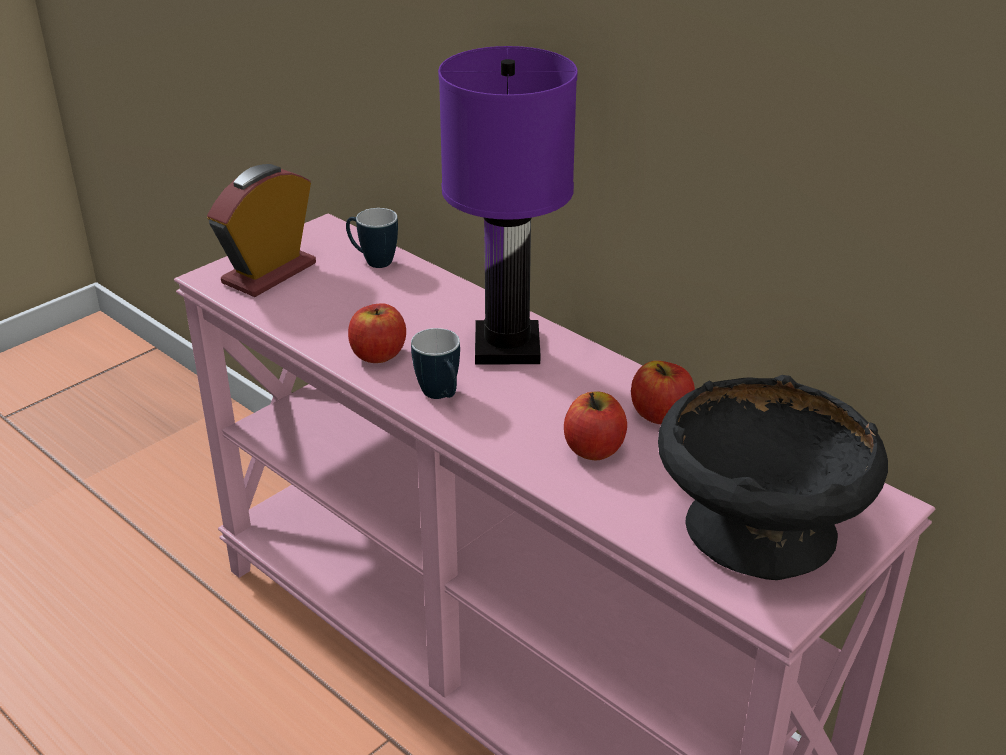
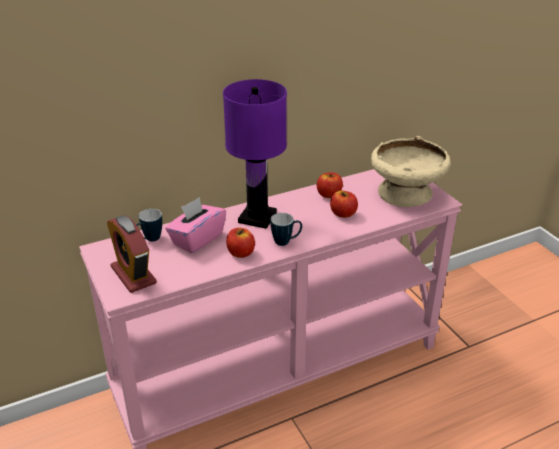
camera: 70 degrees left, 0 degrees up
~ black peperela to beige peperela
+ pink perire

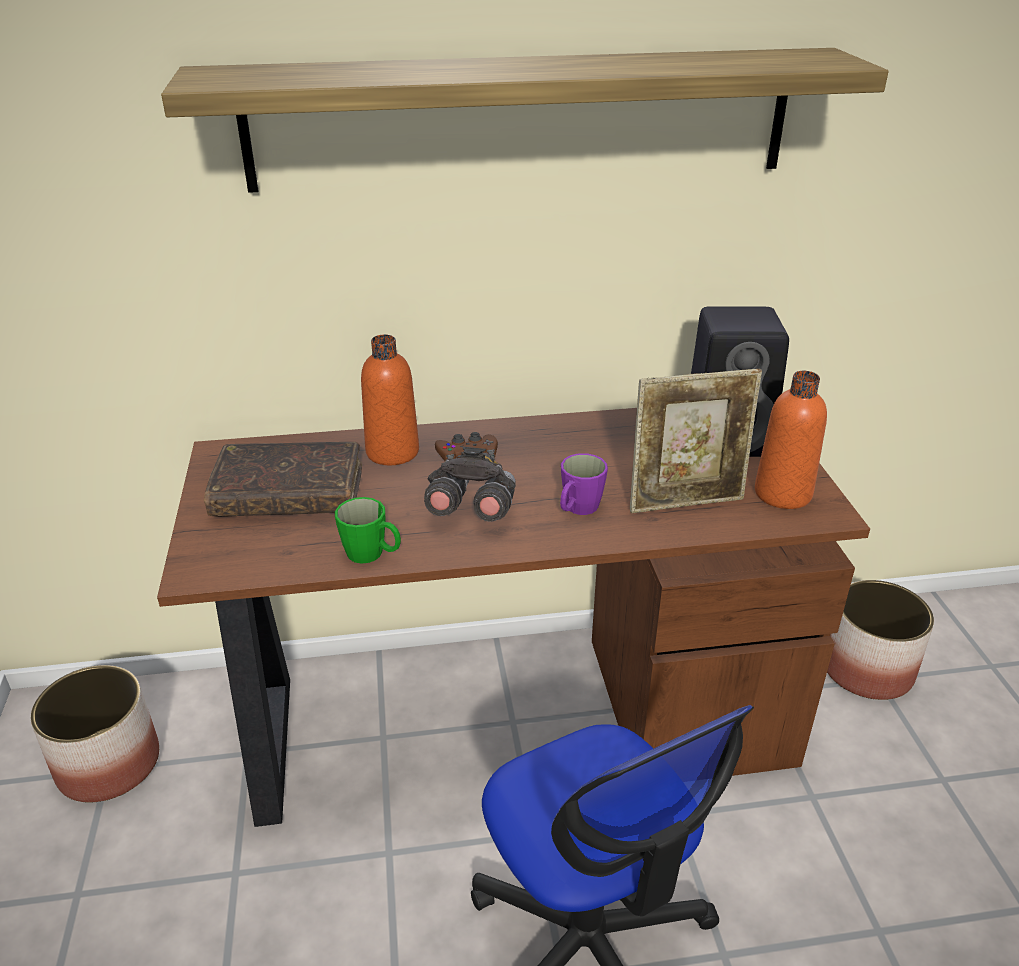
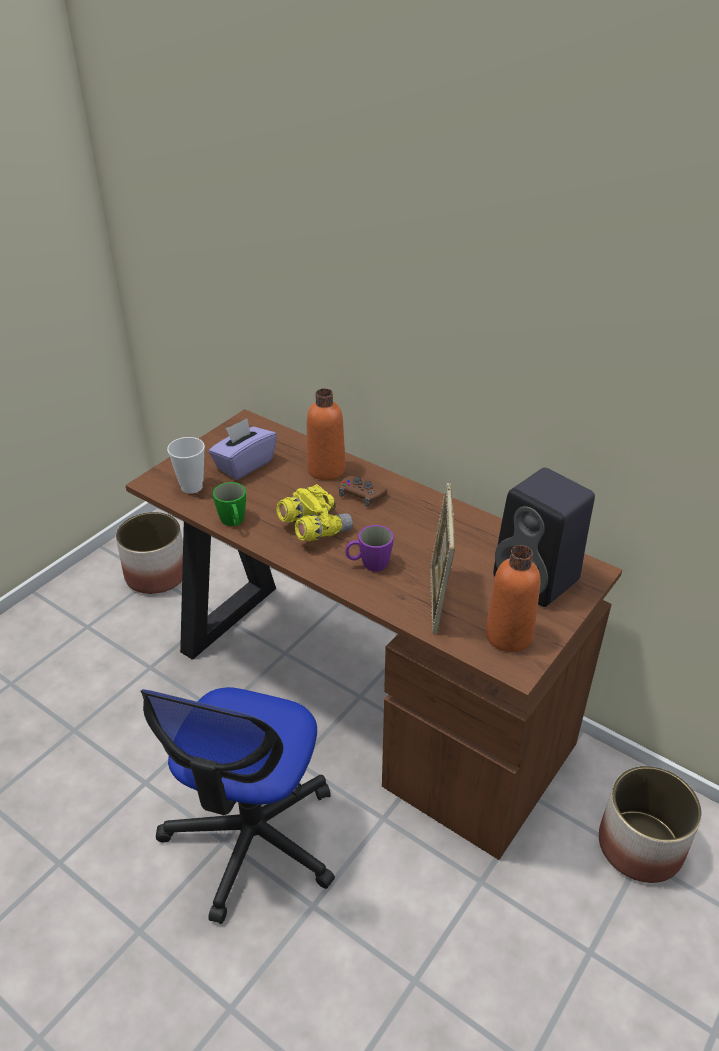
camera: 45 degrees right, 5 degrees up
- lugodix
~ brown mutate to purple perire
~ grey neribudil to yellow neribudil
~ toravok 60 degrees clockwise
+ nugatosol

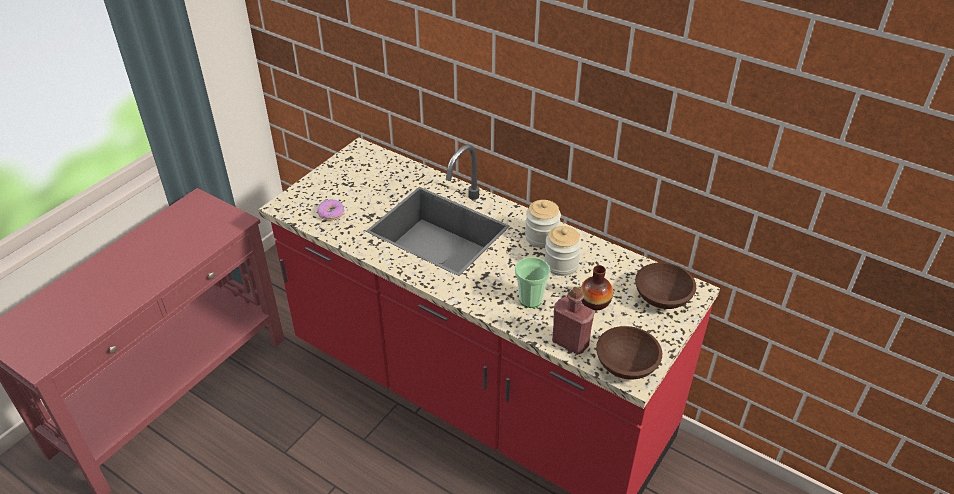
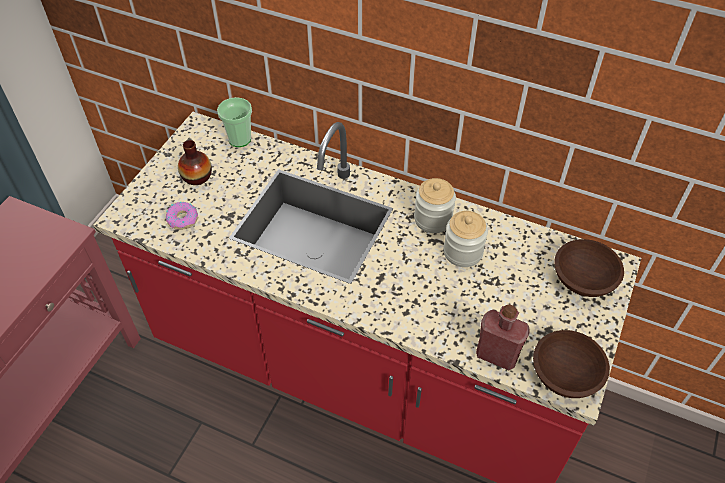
camera: 10 degrees left, 10 degrees up
~ nugatosol
~ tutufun

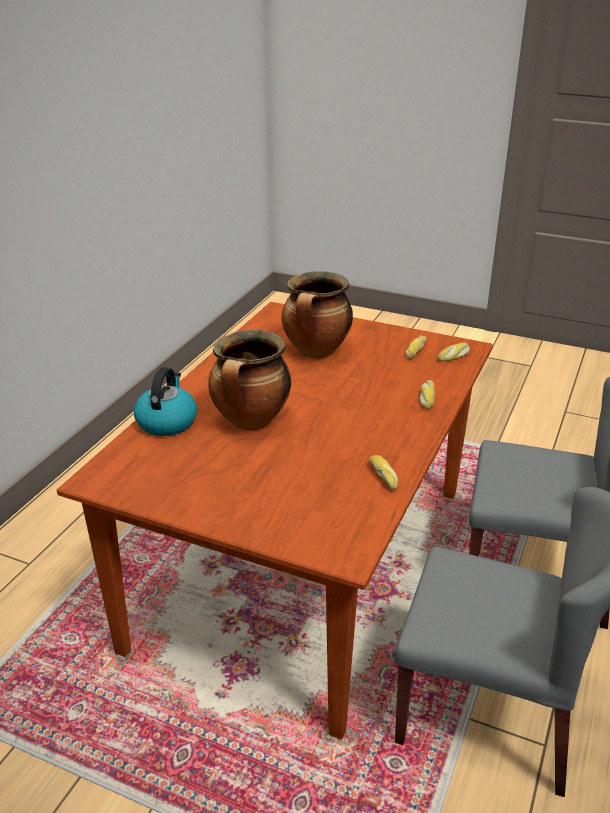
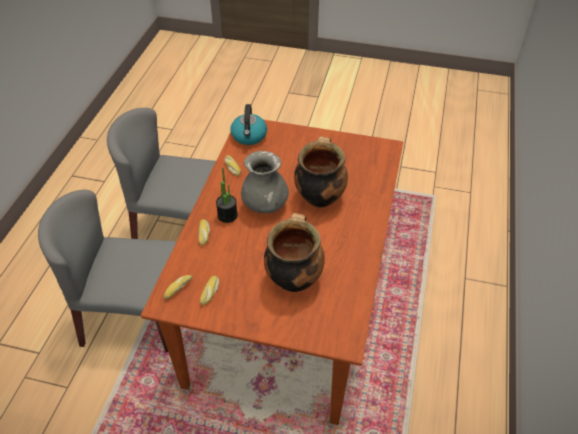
camera: 170 degrees right, 15 degrees up
~ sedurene
+ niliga
+ grey tutufun

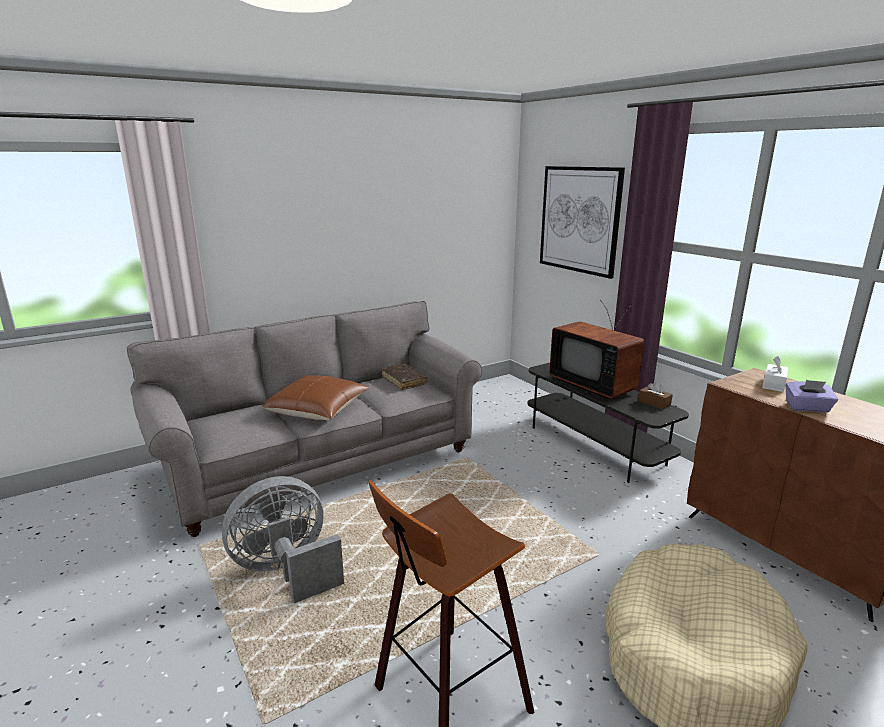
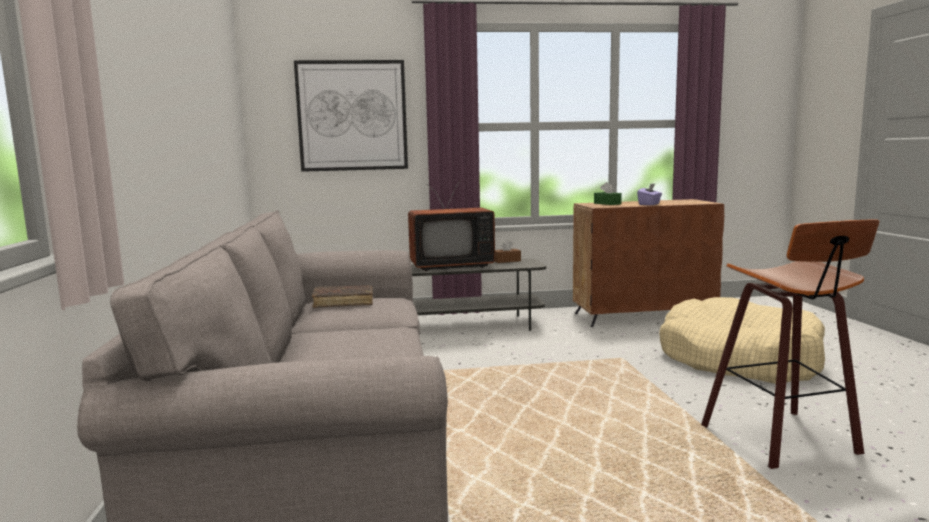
camera: 65 degrees left, 10 degrees down
- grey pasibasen
- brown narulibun
~ white perire to green perire

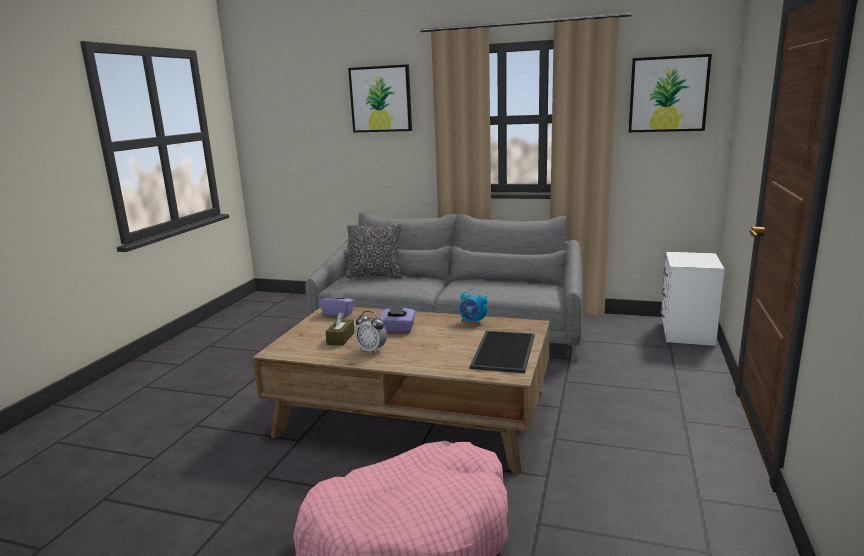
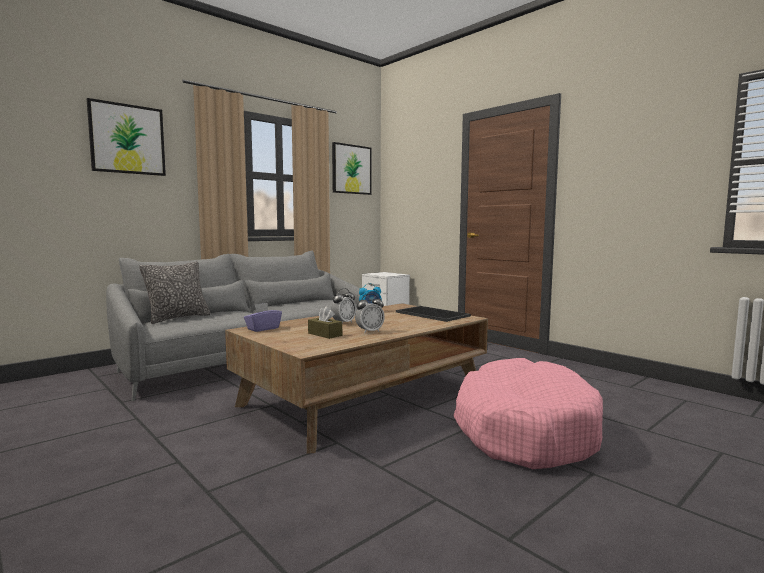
camera: 60 degrees left, 10 degrees down
~ purple perire (no. 2 from left) to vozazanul (no. 1 from left)

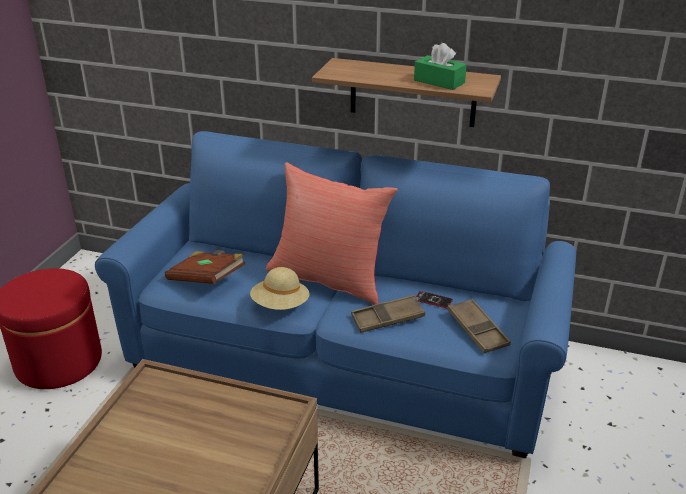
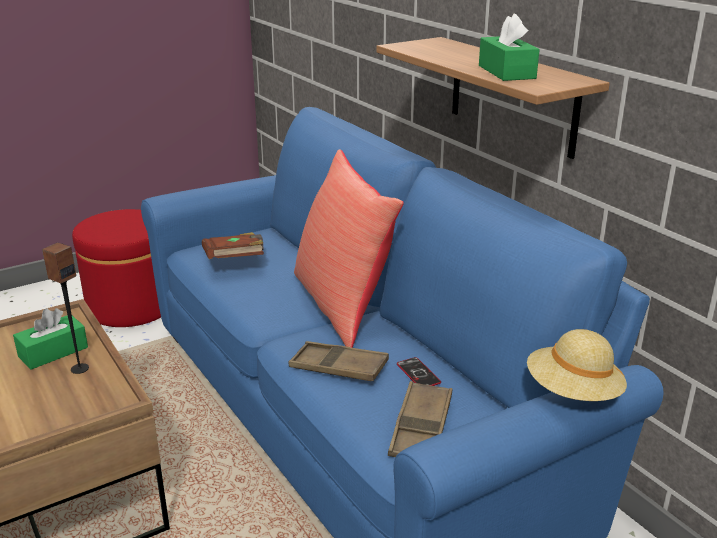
camera: 40 degrees right, 5 degrees down
~ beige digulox
+ green perire (no. 1 from left)
+ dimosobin

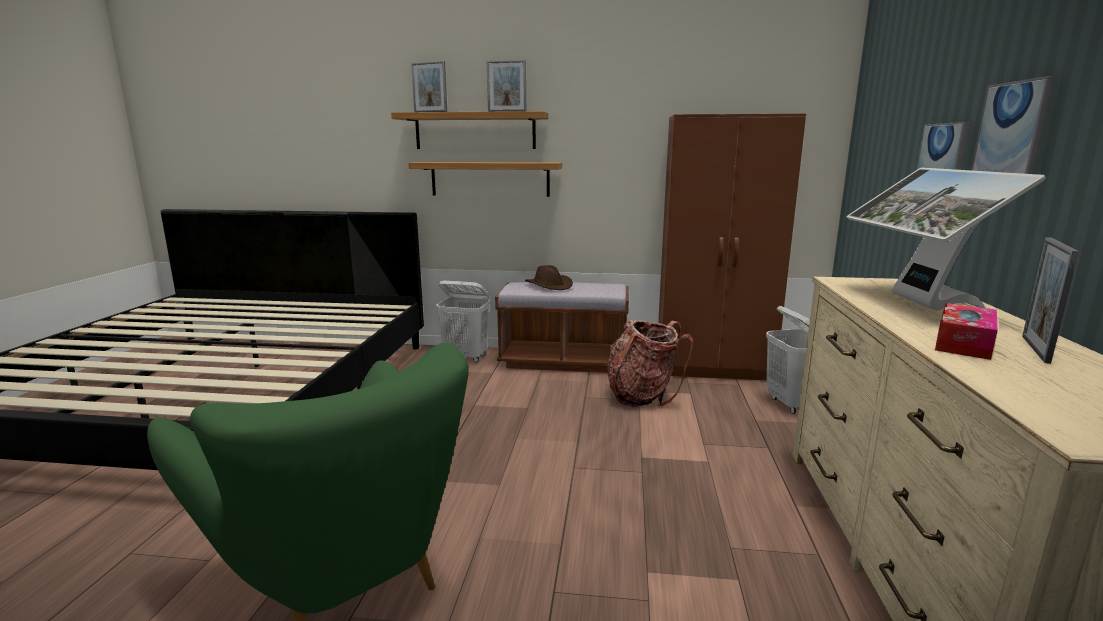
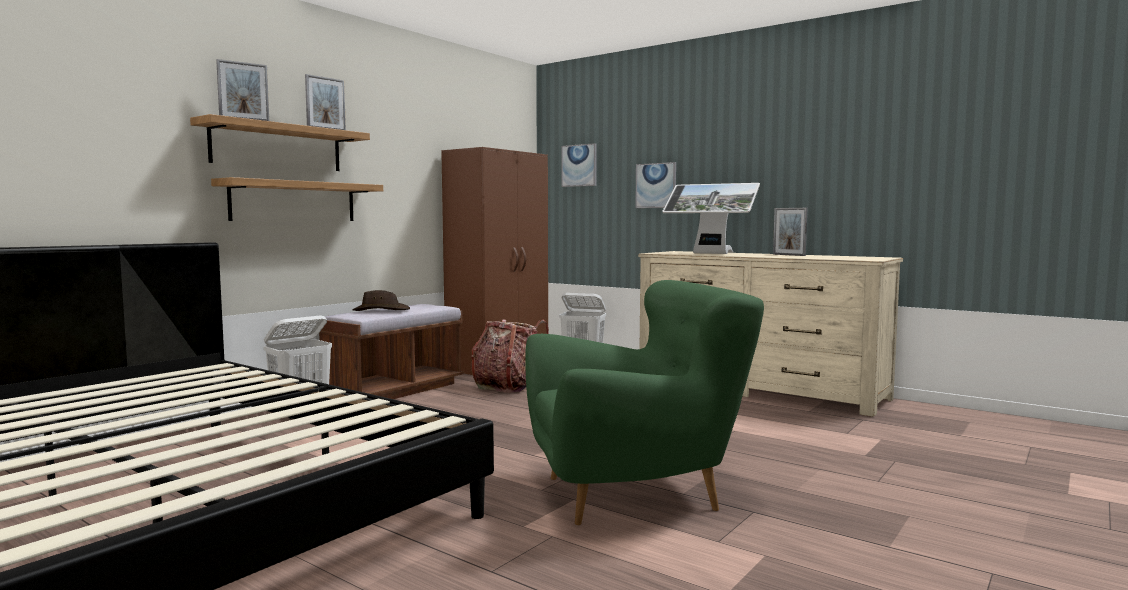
camera: 60 degrees left, 10 degrees down
- perire
~ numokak (no. 2 from left in the first image) to numokak (no. 1 from left)

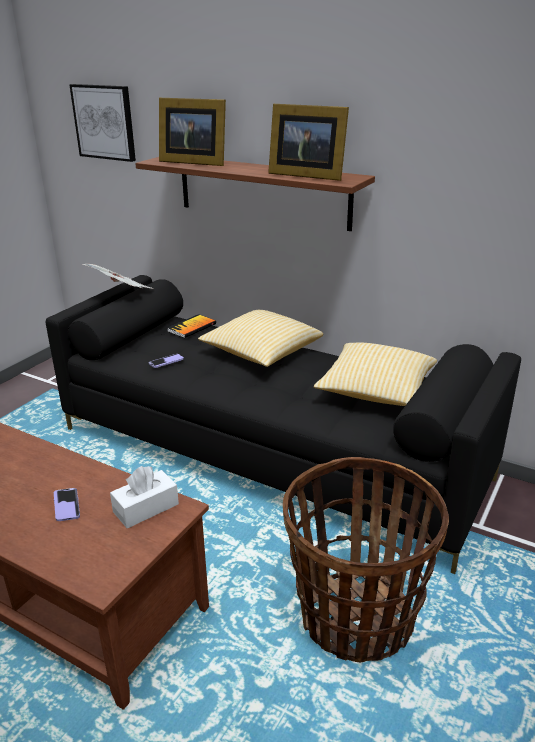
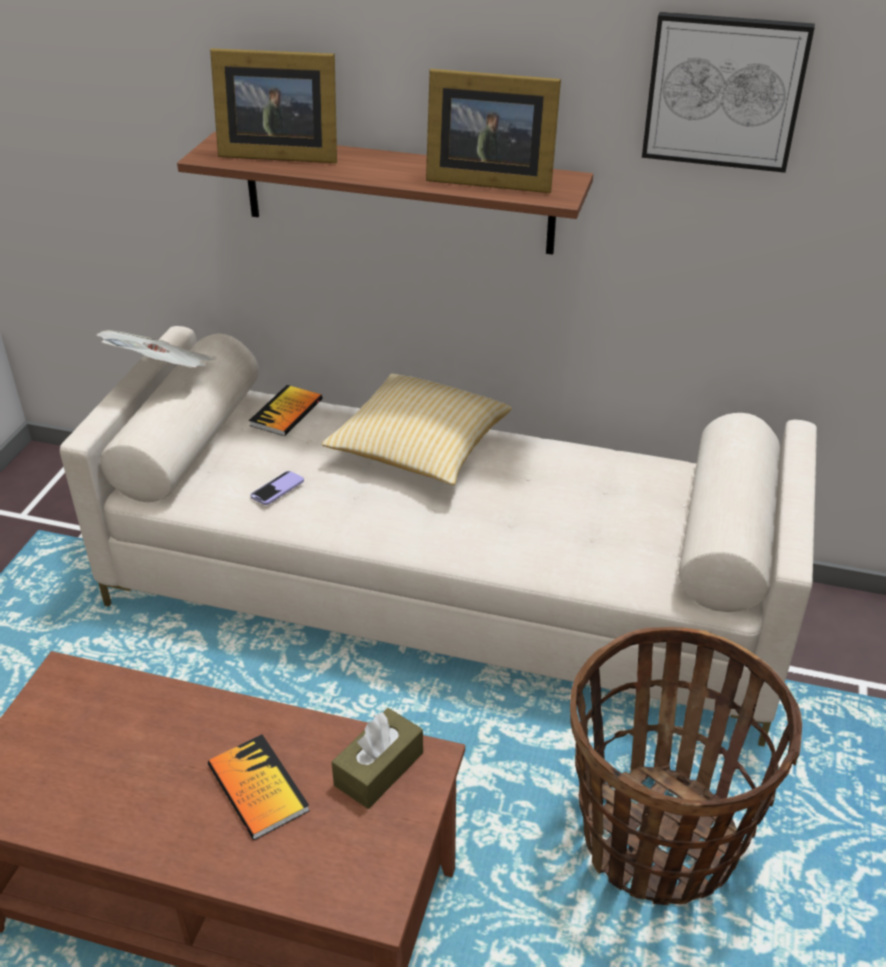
camera: 15 degrees left, 10 degrees up
~ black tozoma to beige tozoma
~ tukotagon (no. 1 from left) to mutate (no. 1 from left)
~ numokak
~ white perire to brown perire
- narulibun (no. 2 from left)

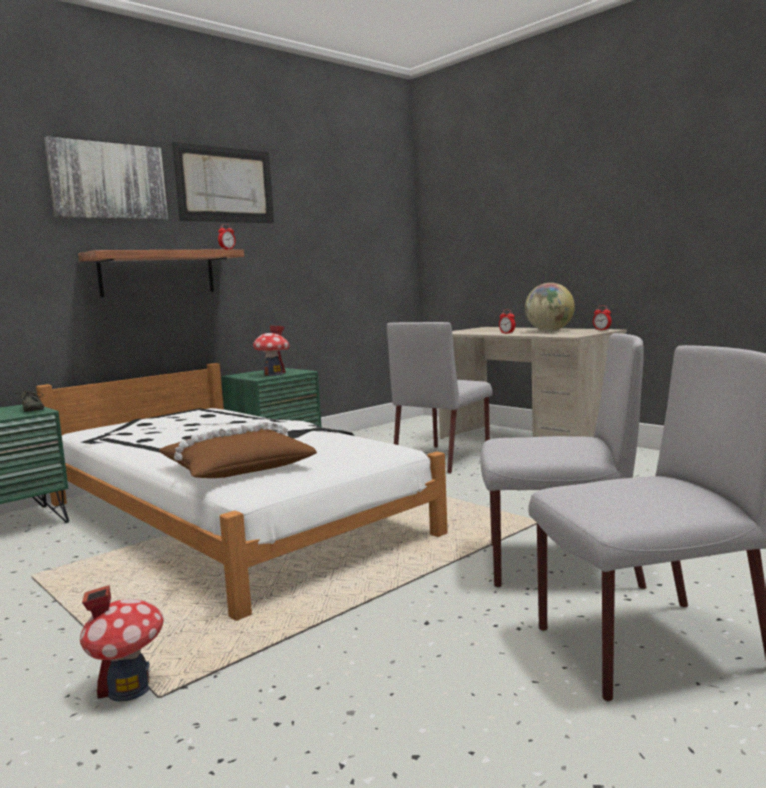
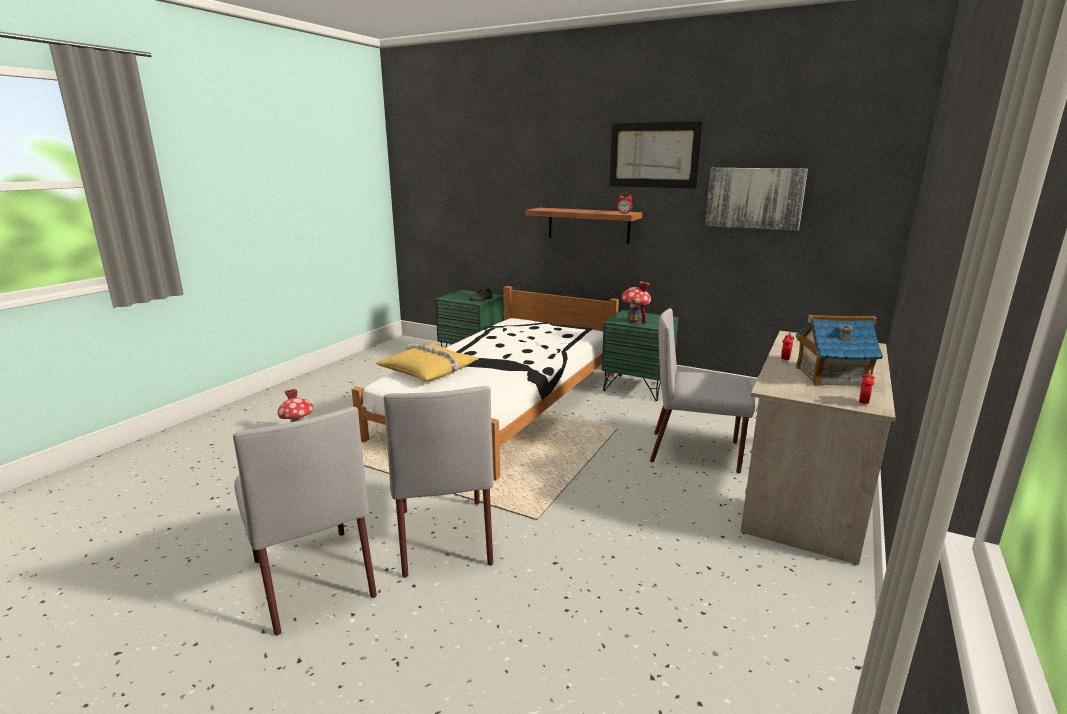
camera: 70 degrees right, 10 degrees up
~ numokak (no. 1 from left in the first image) to numokak (no. 2 from left)
~ brown narulibun to yellow narulibun
~ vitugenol to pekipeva (no. 3 from left)

